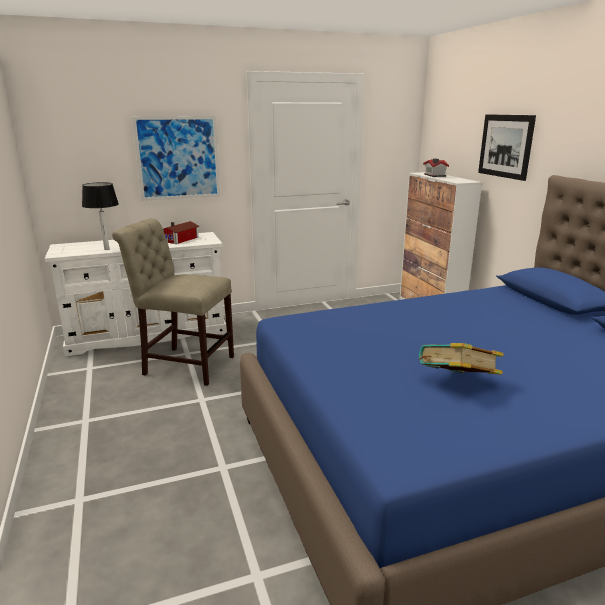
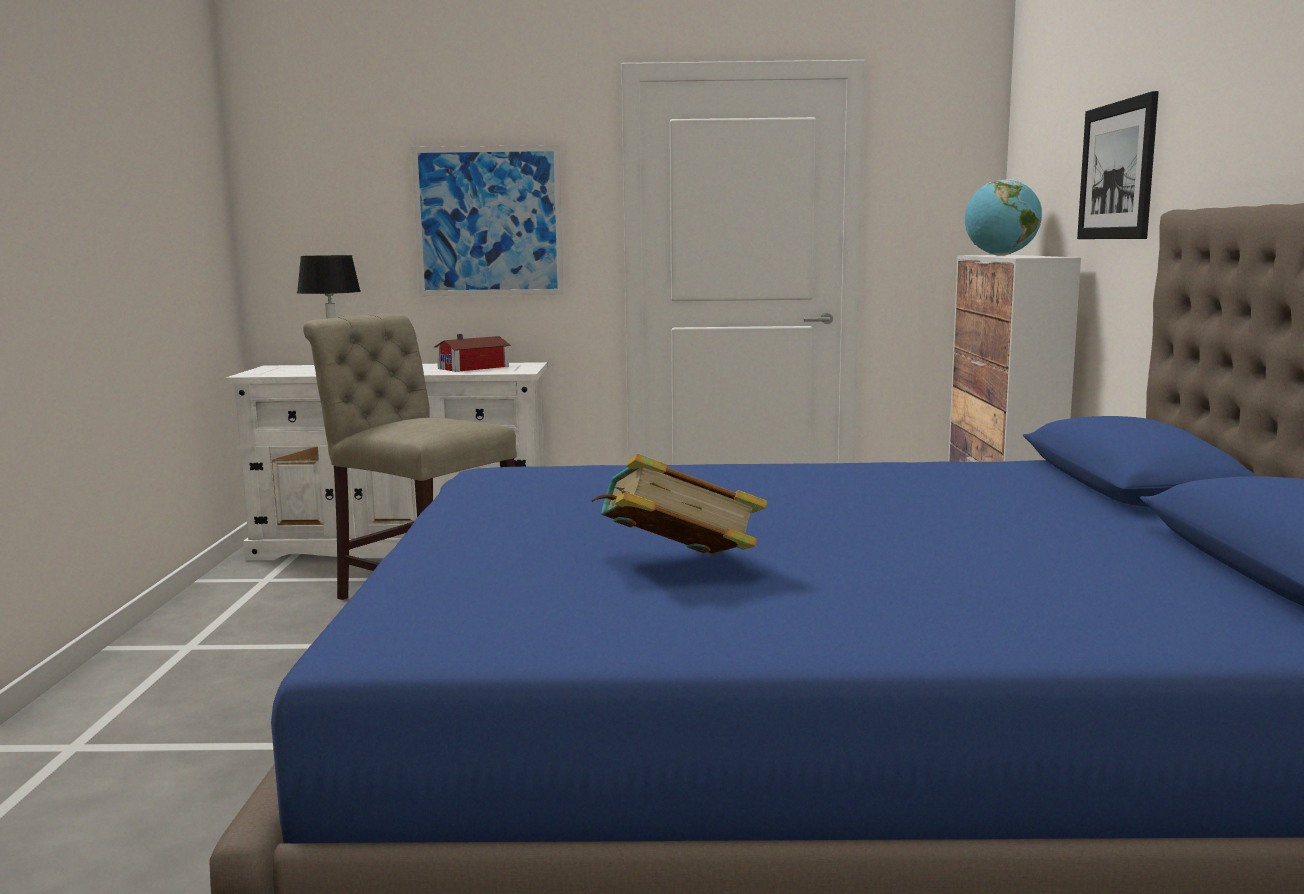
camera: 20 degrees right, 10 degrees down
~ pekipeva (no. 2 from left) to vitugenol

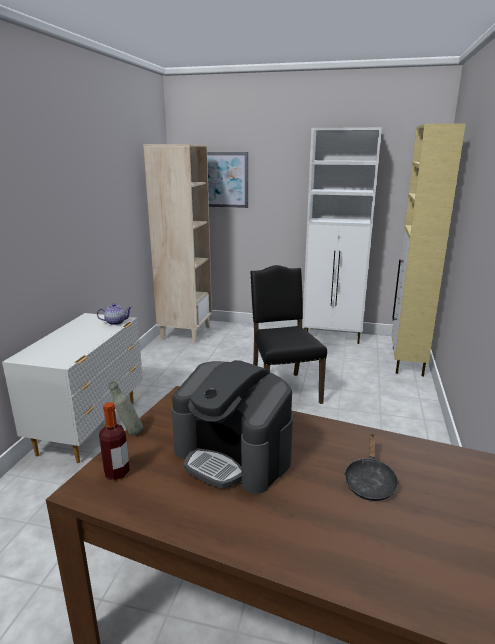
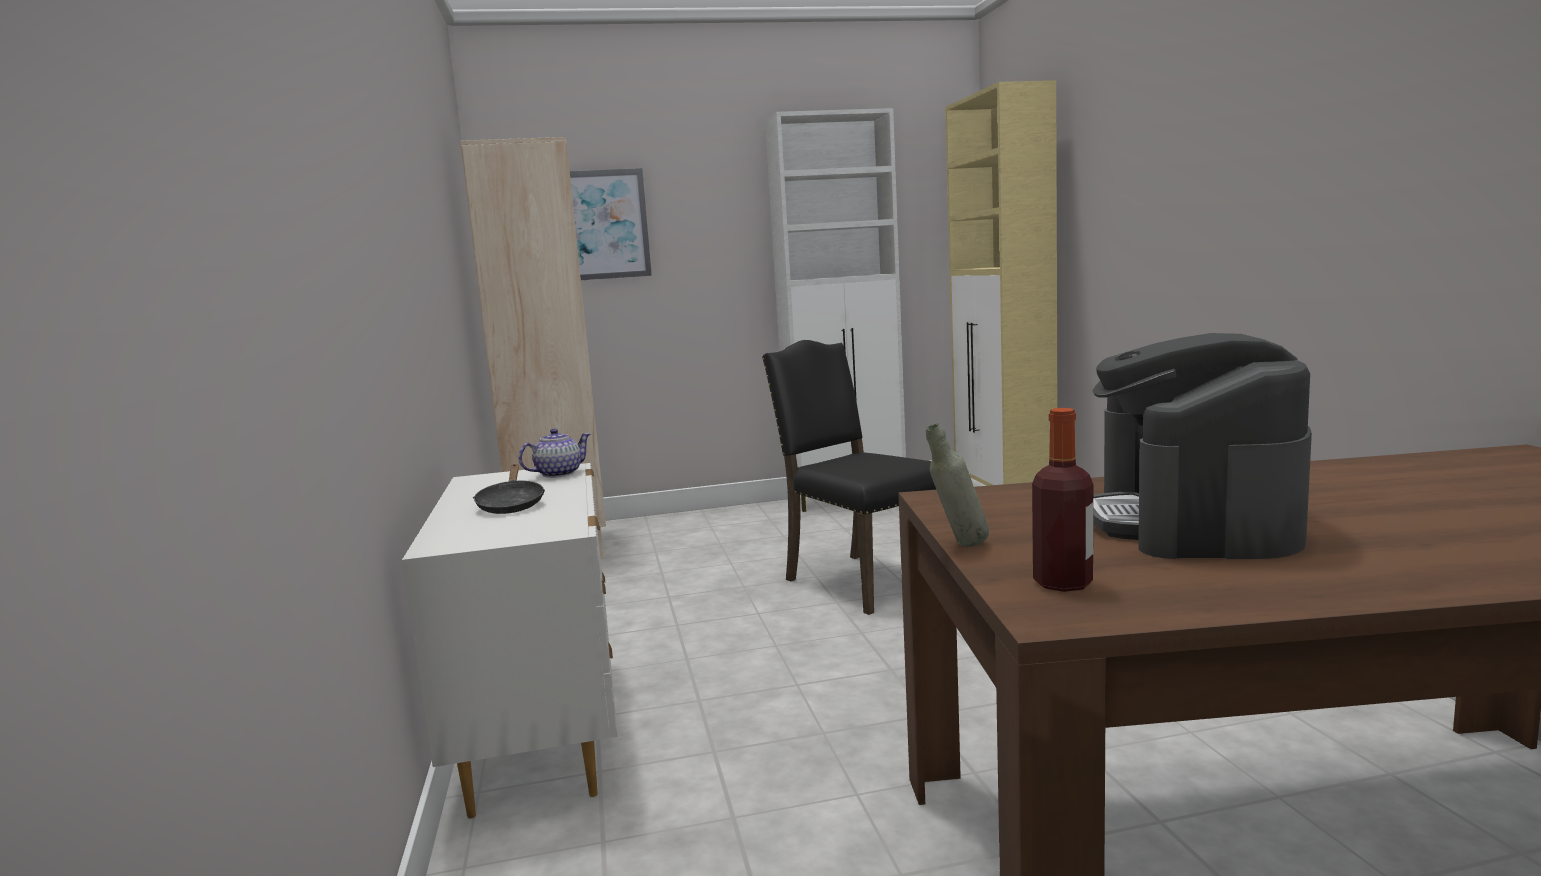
camera: 25 degrees left, 10 degrees down
~ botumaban 90 degrees clockwise
~ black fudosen

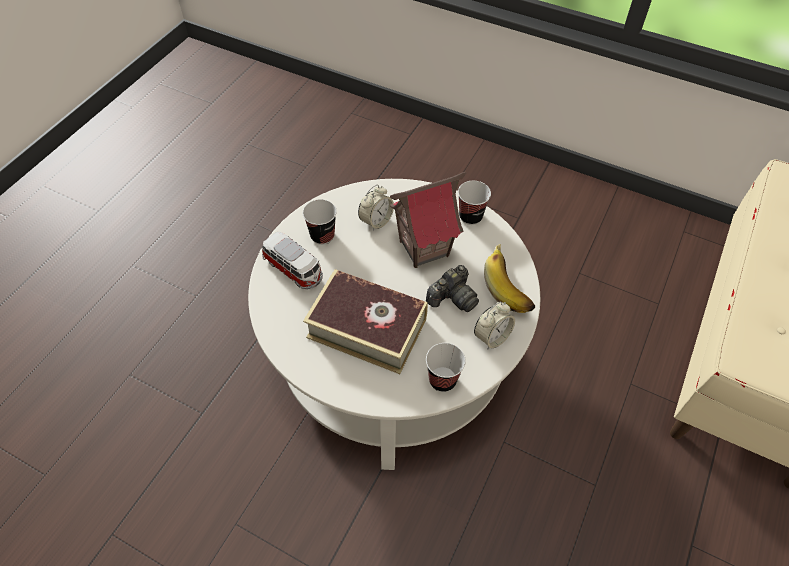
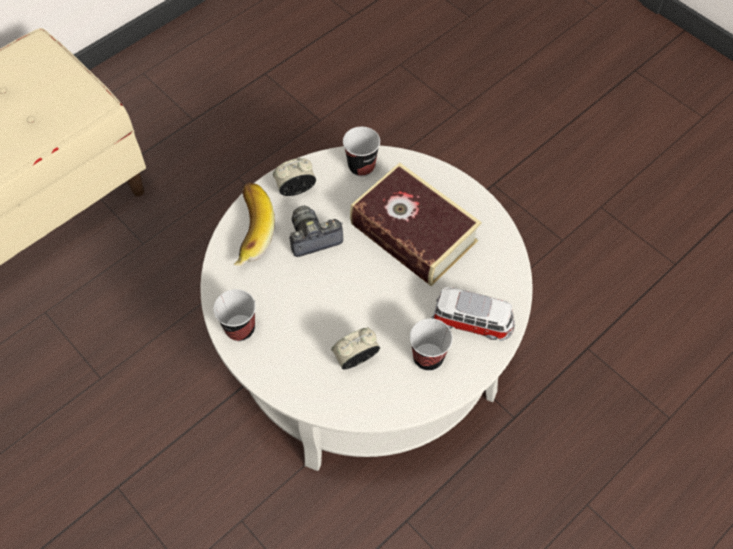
camera: 160 degrees left, 5 degrees up
~ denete 135 degrees clockwise
- pekipeva

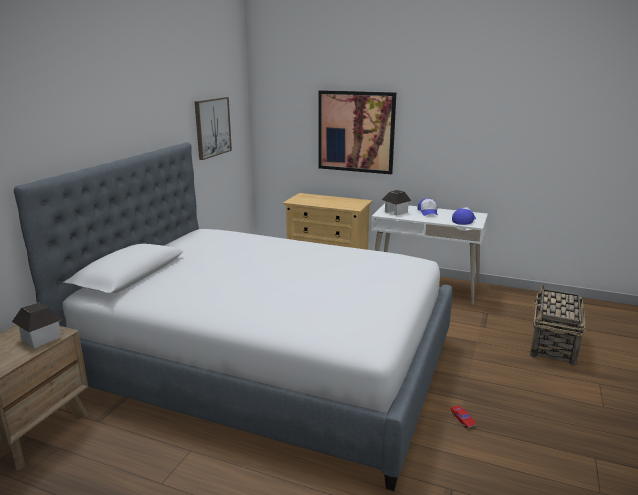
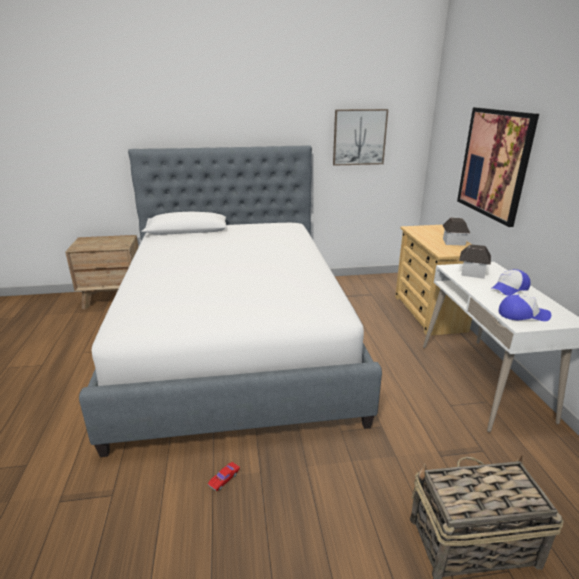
camera: 60 degrees right, 5 degrees up
~ pekipeva (no. 1 from left)

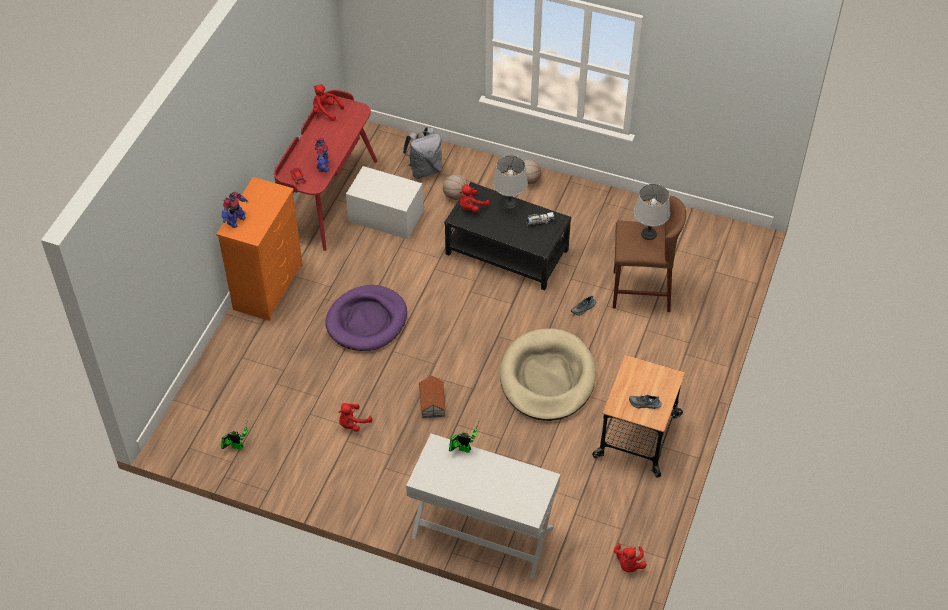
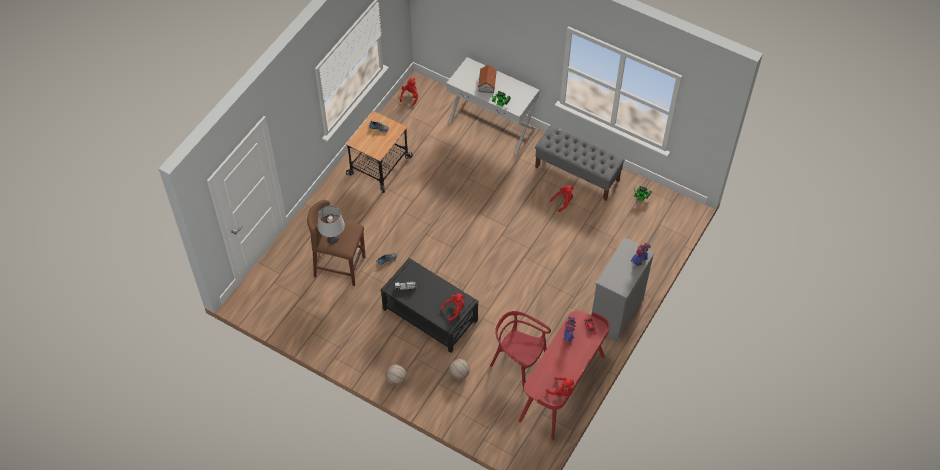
camera: 170 degrees left, 5 degrees up
~ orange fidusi to grey fidusi
- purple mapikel
~ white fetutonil to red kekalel
- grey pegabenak
~ pekipeva
- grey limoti (no. 1 from left)
- beige mapikel
+ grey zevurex

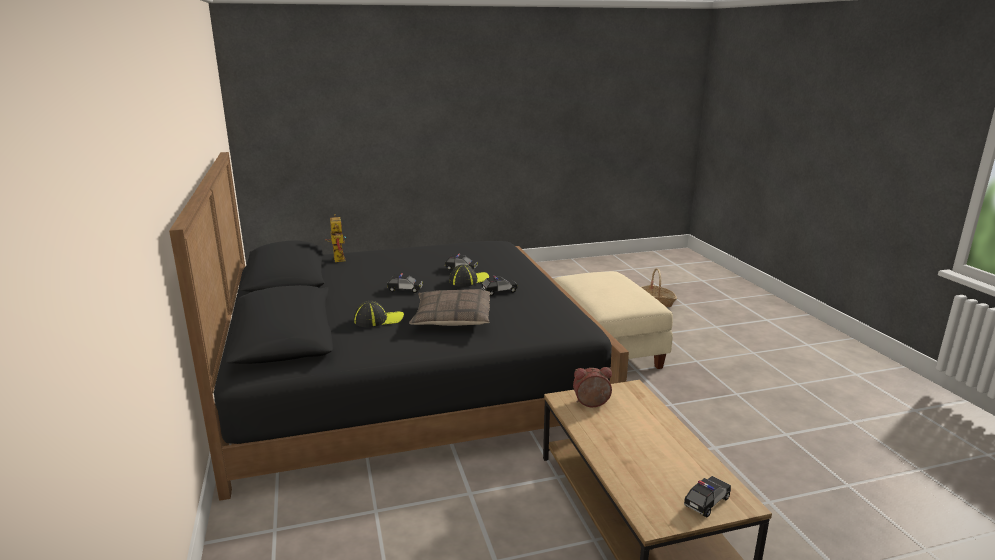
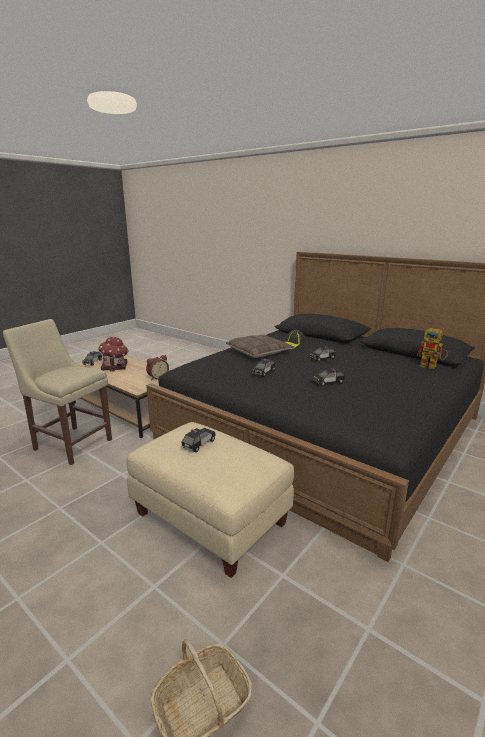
camera: 145 degrees right, 0 degrees up
- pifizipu (no. 2 from left)
+ beige kekalel
+ pekipeva
+ denete (no. 2 from left)

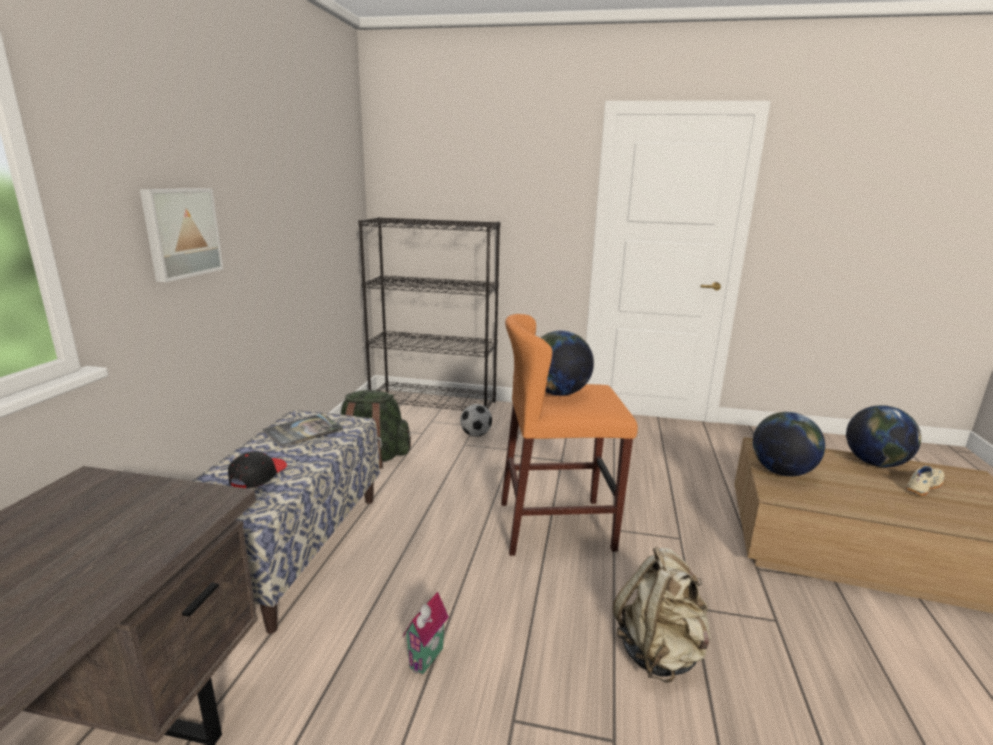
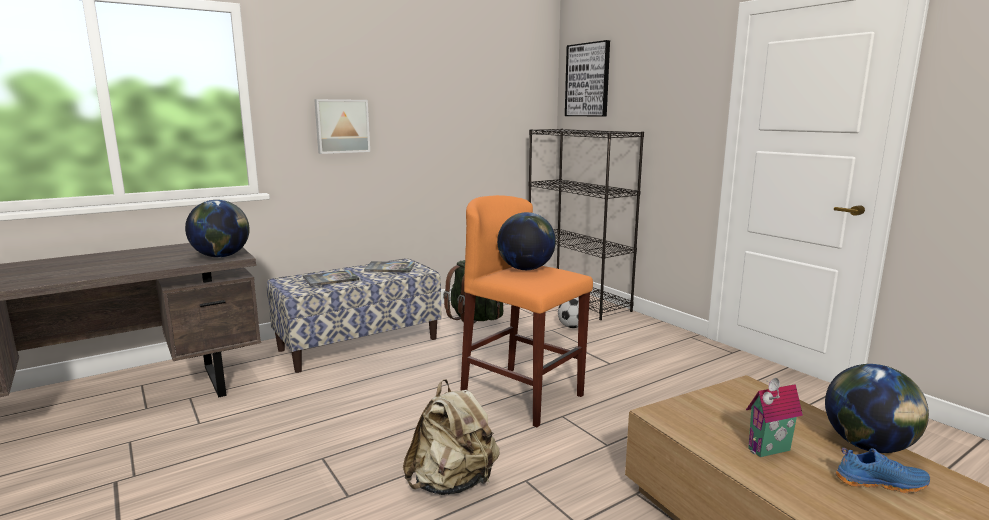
camera: 45 degrees right, 5 degrees down
~ black pifizipu to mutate (no. 1 from left)
~ pekipeva
~ vitugenol (no. 2 from left in the first image) to vitugenol (no. 1 from left)
~ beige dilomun to blue dilomun
+ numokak (no. 2 from left)

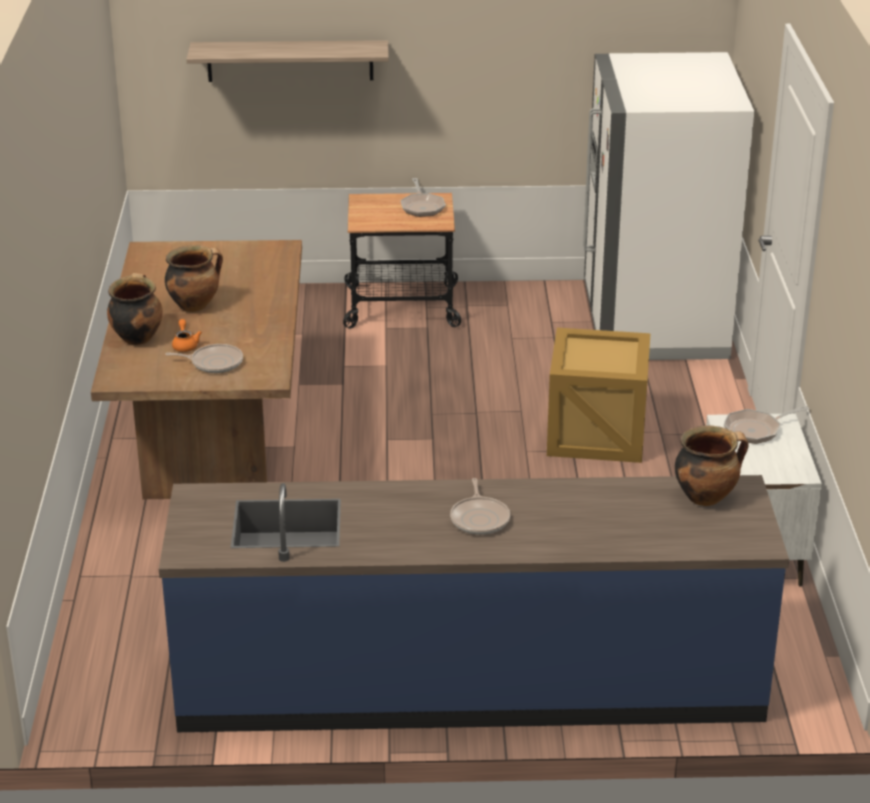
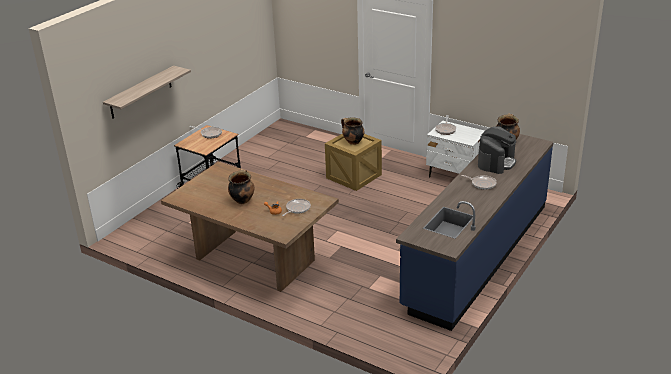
camera: 55 degrees left, 0 degrees up
~ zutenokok (no. 1 from left in the first image) to zutenokok (no. 2 from left)
- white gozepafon
+ botumaban

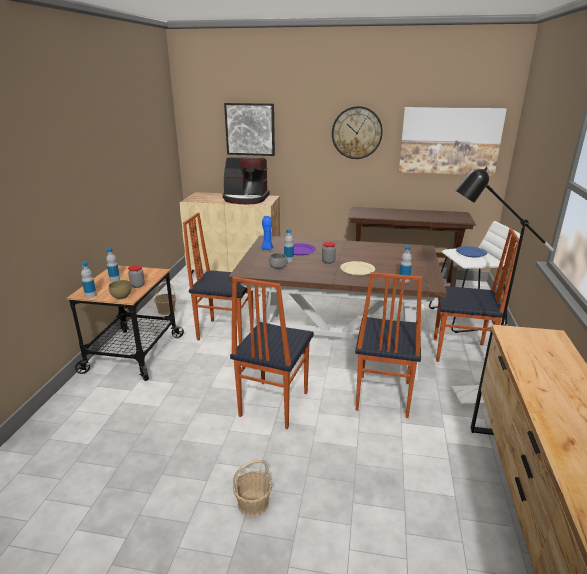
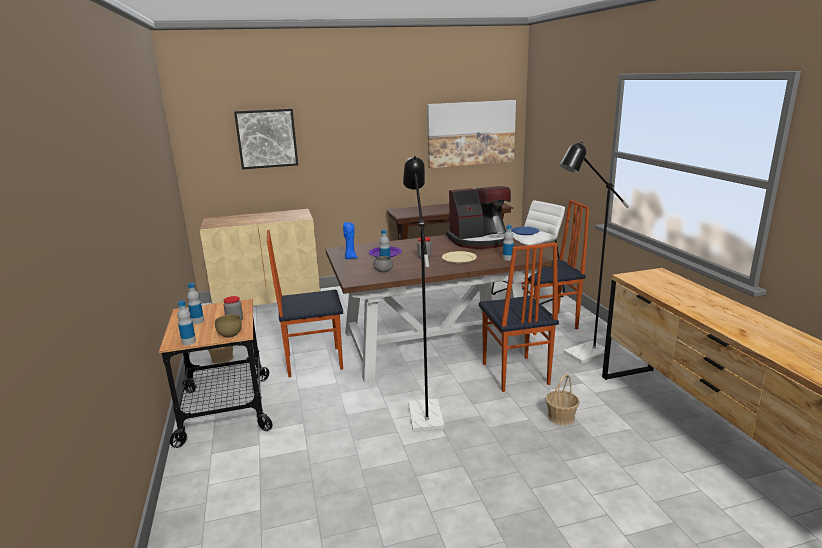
camera: 25 degrees left, 5 degrees down
~ botumaban
~ kekalel (no. 2 from left) to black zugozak (no. 1 from left)
~ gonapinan (no. 2 from left)
- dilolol

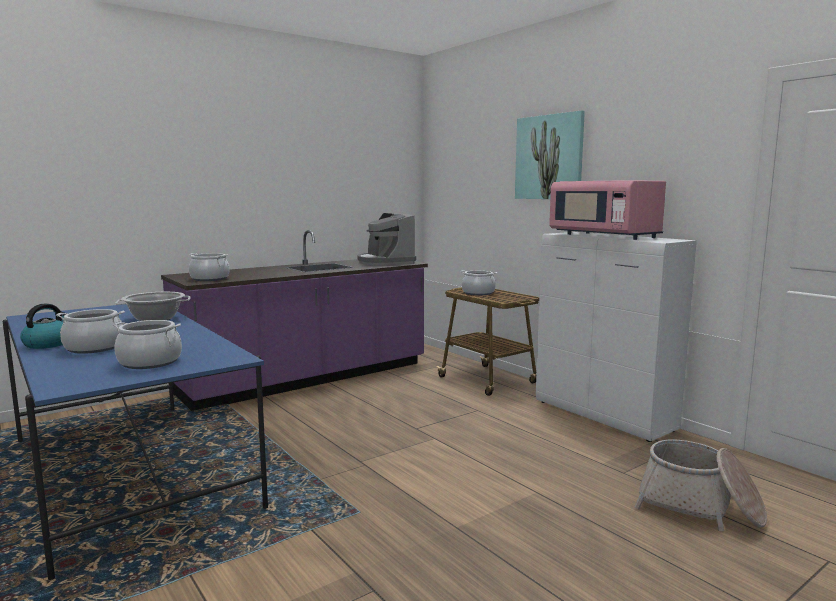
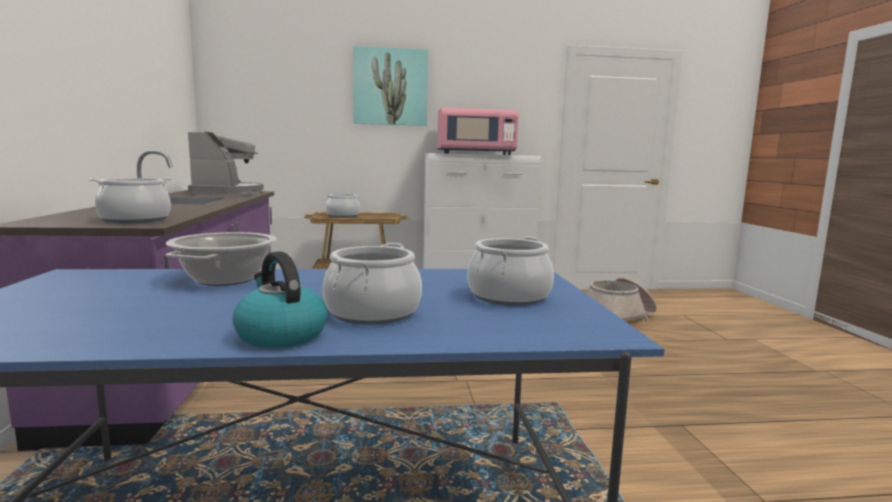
camera: 60 degrees left, 0 degrees up
~ botumaban 105 degrees counterclockwise

